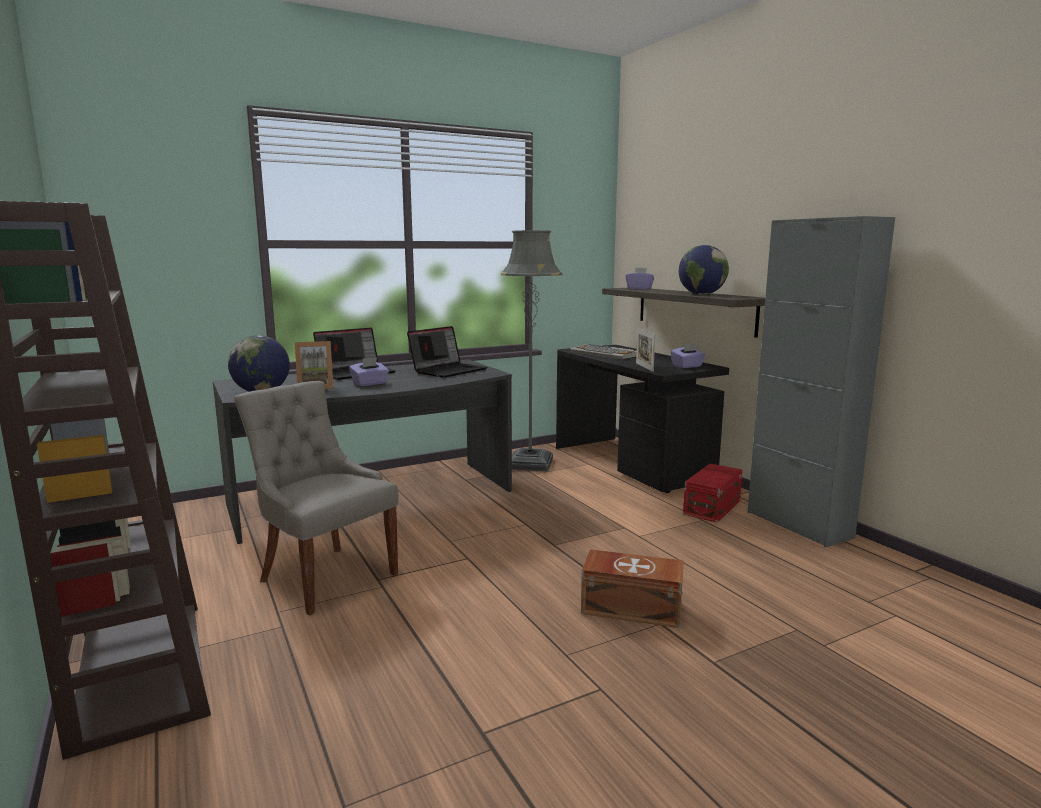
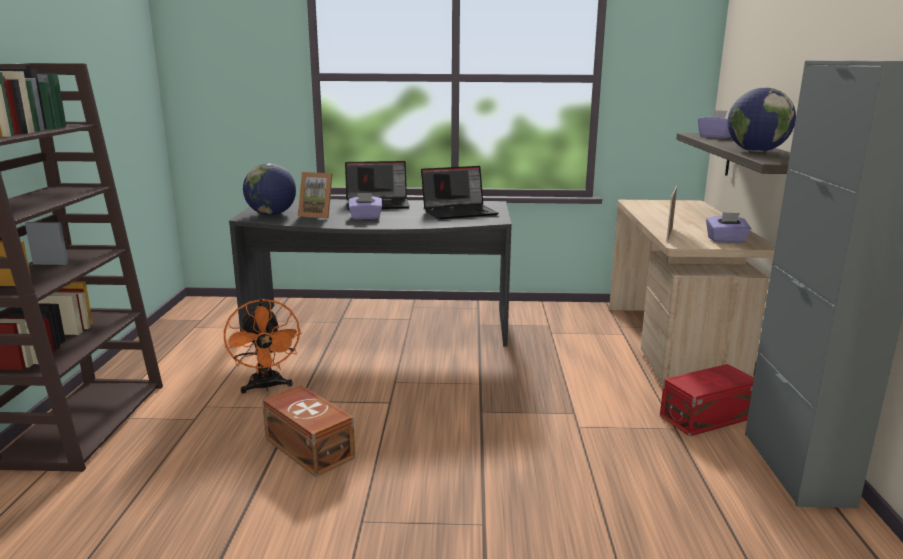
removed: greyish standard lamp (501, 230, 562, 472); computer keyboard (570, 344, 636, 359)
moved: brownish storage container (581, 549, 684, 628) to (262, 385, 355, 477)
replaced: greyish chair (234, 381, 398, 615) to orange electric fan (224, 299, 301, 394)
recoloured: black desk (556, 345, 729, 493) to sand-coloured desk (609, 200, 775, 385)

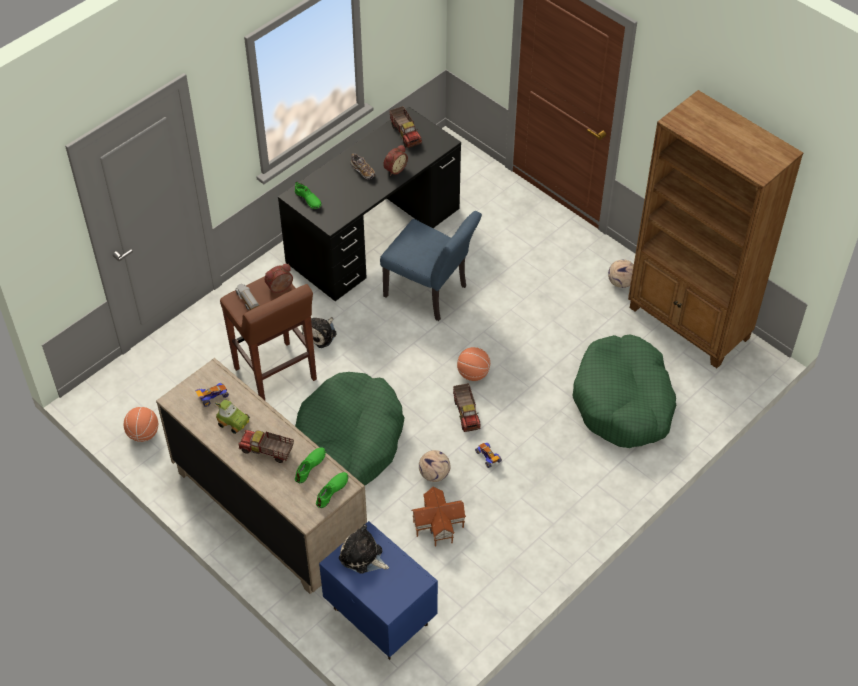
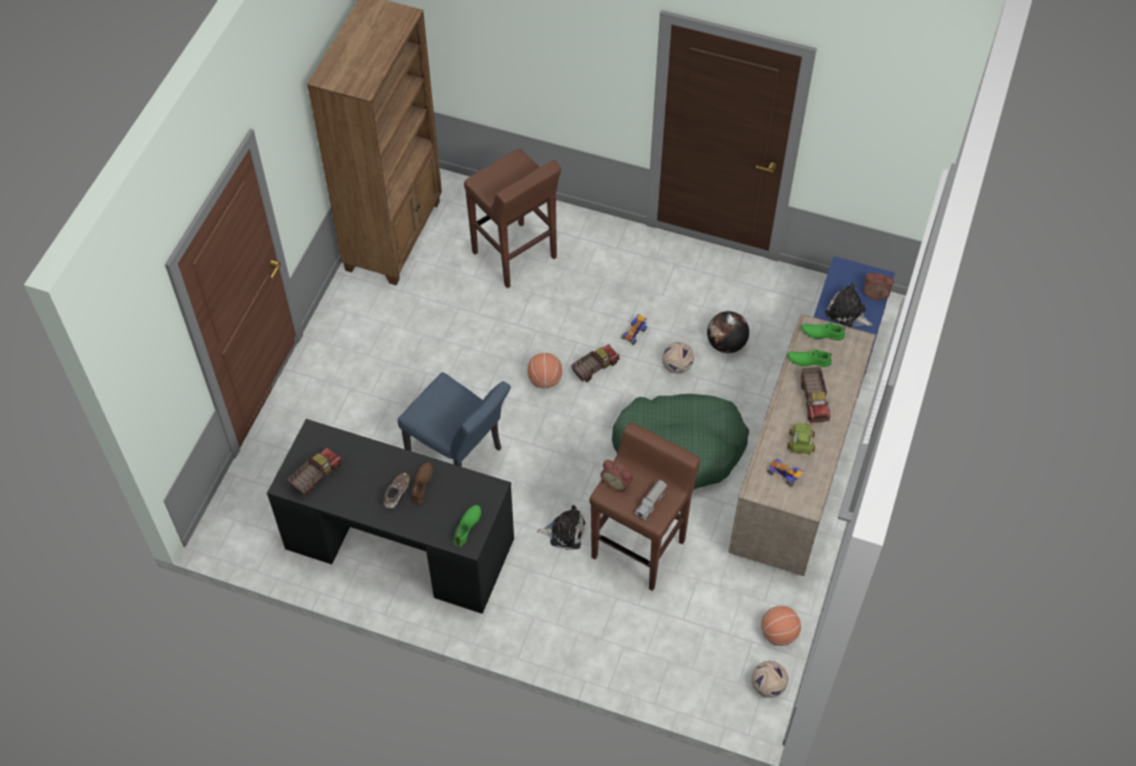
added: brownish item of footwear (411, 462, 433, 505)
moved: bedside clock (383, 145, 408, 176) to (863, 273, 894, 300); football (608, 260, 634, 288) to (752, 661, 788, 698)
replaced: miniature house (411, 487, 466, 546) to desk globe (707, 311, 749, 353); greenish dog bed (572, 334, 676, 448) to brownish sitting stool (464, 149, 561, 288)
turned: plush toy (339, 524, 389, 574) = (825, 282, 873, 327) 120 degrees clockwise; bluish chair (380, 211, 482, 321) = (398, 372, 511, 467) 120 degrees clockwise

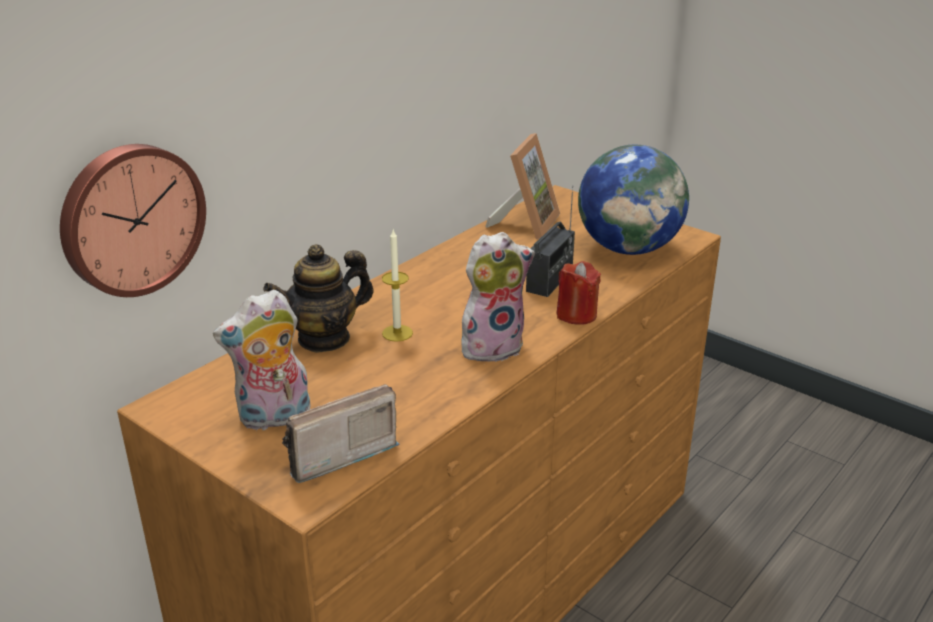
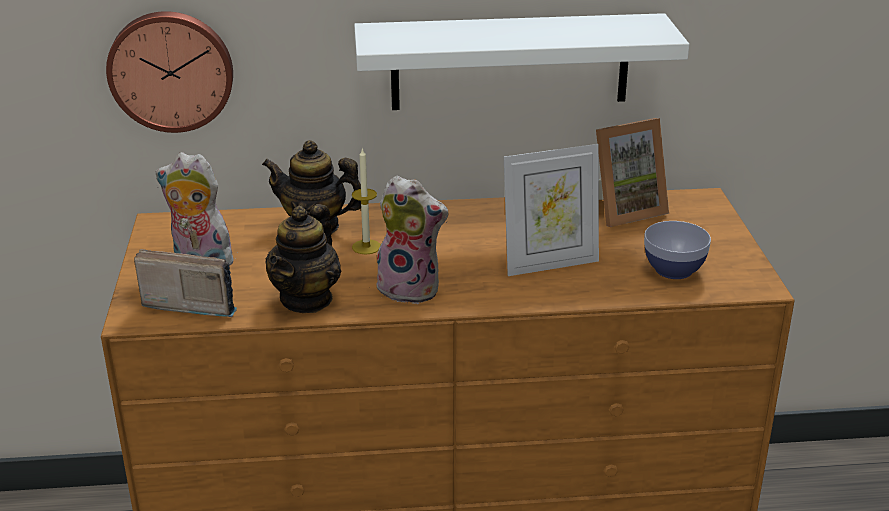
removed: reddish candle (556, 261, 601, 325)
added: teapot (265, 204, 341, 313); white bracket shelf (354, 13, 689, 110)
replaced: radio receiver (526, 185, 575, 297) to photo frame (504, 144, 599, 276); desk globe (578, 145, 689, 255) to deep dish (644, 221, 711, 279)

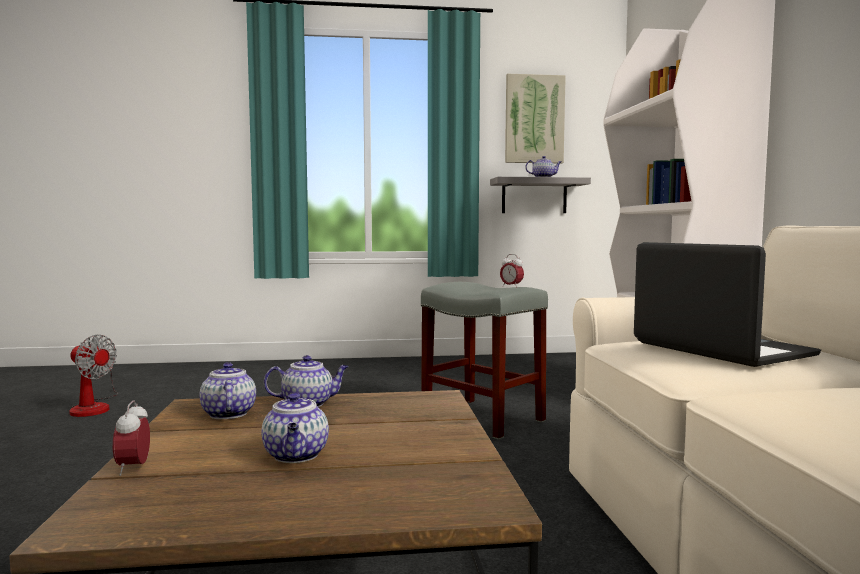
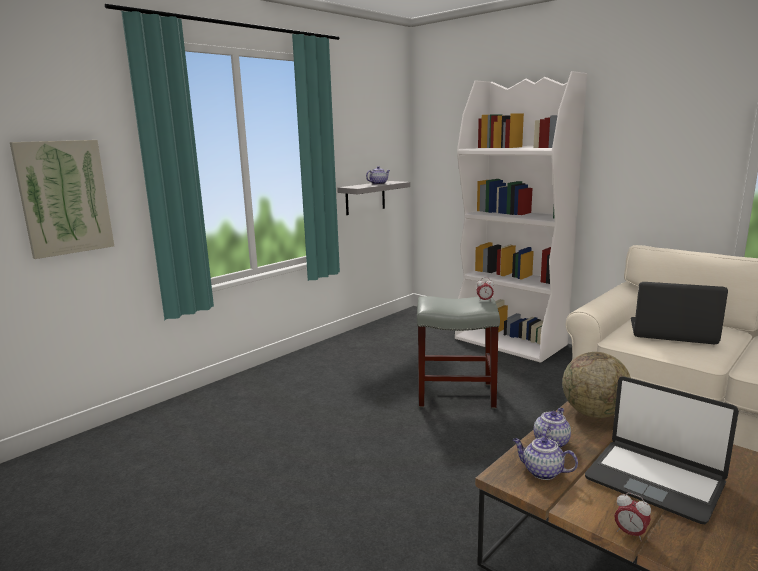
removed: electric fan (69, 335, 118, 417)
added: desk globe (562, 352, 631, 418)
moved: wall picture (505, 74, 566, 163) to (10, 140, 114, 259)
replaced: teapot (262, 393, 329, 463) to notebook computer (585, 377, 739, 524)

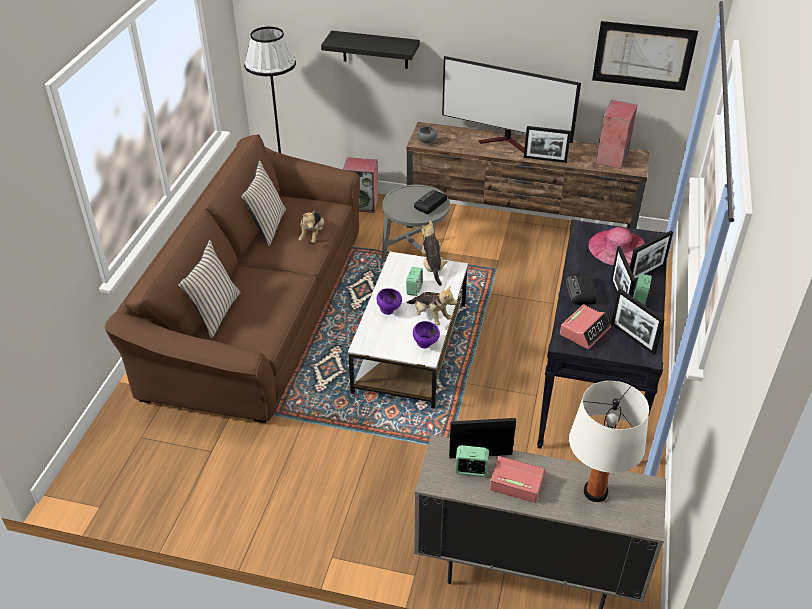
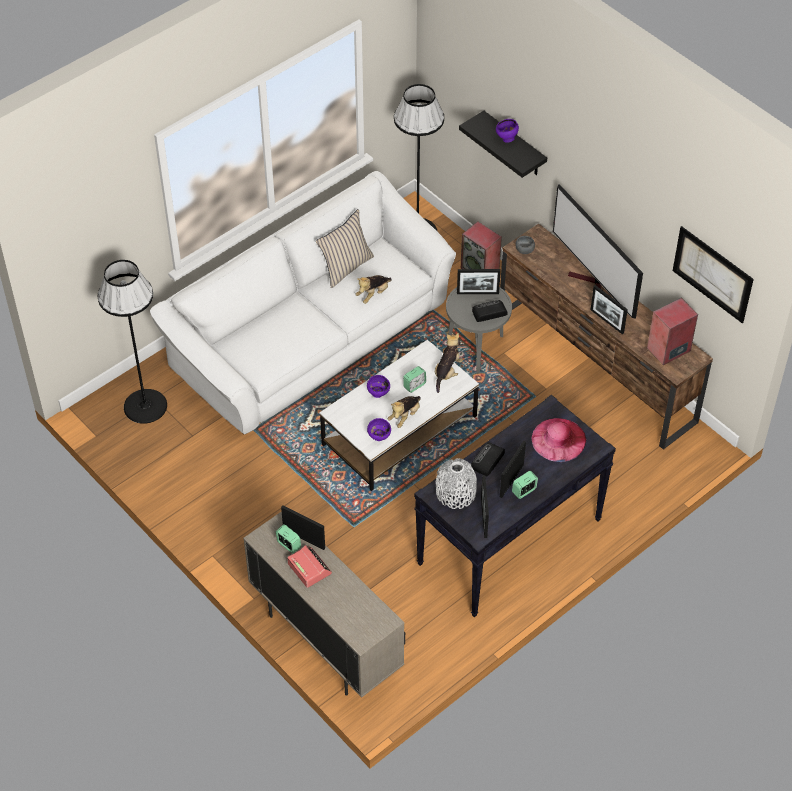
removed: sand-coloured pillow (178, 240, 241, 338); white tabletop lamp (569, 381, 649, 502)
added: black standard lamp (98, 260, 167, 424); purplish deep dish (496, 119, 519, 143)
moved: photo frame (630, 231, 673, 281) to (457, 269, 501, 294)
replaced: bedside clock (560, 304, 611, 349) to greyish vase (436, 458, 477, 509)
recoloured: brownish settee (104, 134, 360, 423) to white settee (150, 171, 456, 434)
turned: plush toy (407, 286, 457, 325) = (388, 396, 421, 428) 45 degrees clockwise

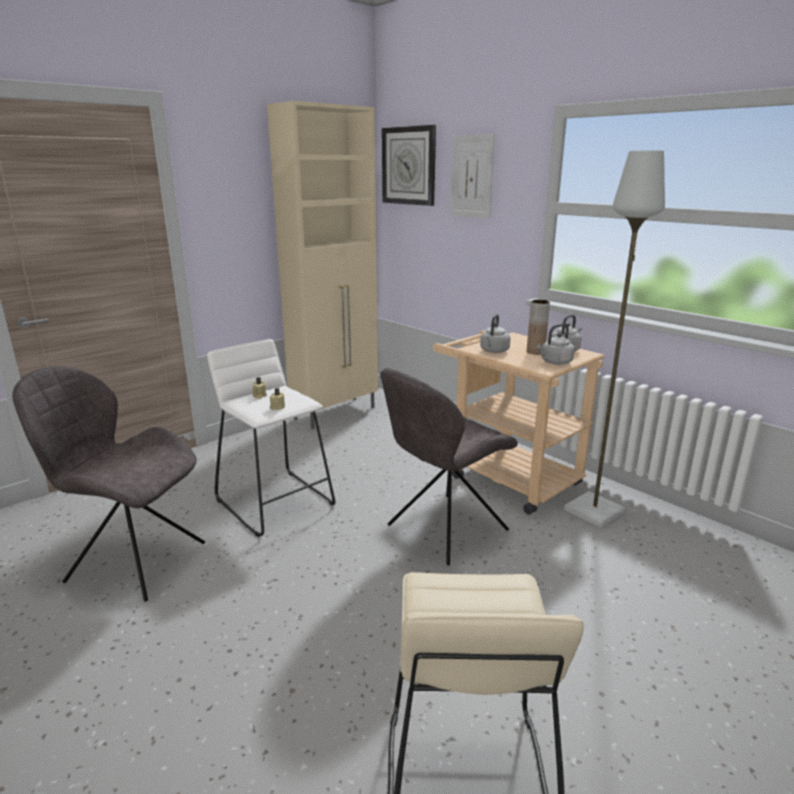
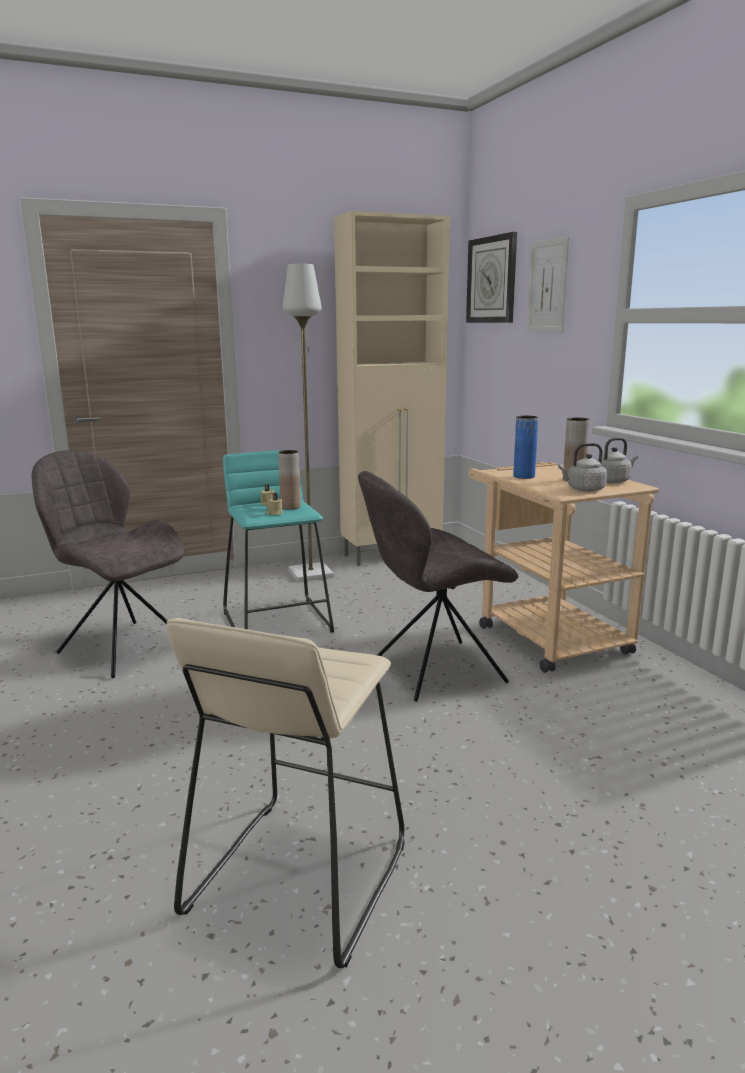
added: brownish vase (278, 450, 301, 510)
moved: greyish standard lamp (564, 150, 665, 528) to (283, 264, 334, 582)
replaced: greyish kettle (480, 314, 510, 353) to bluish vase (513, 416, 538, 479)
recoloured: white sitting stool (207, 339, 335, 537) to turquoise sitting stool (223, 450, 334, 633)

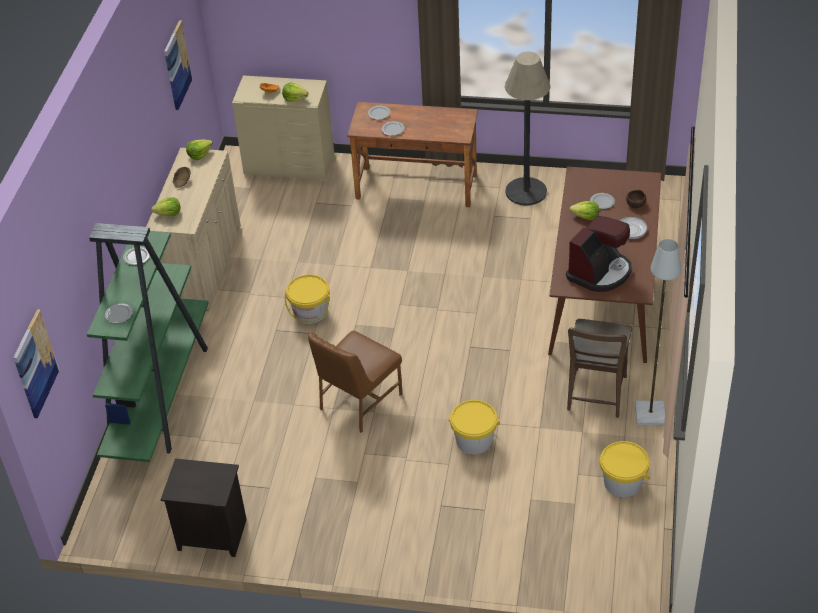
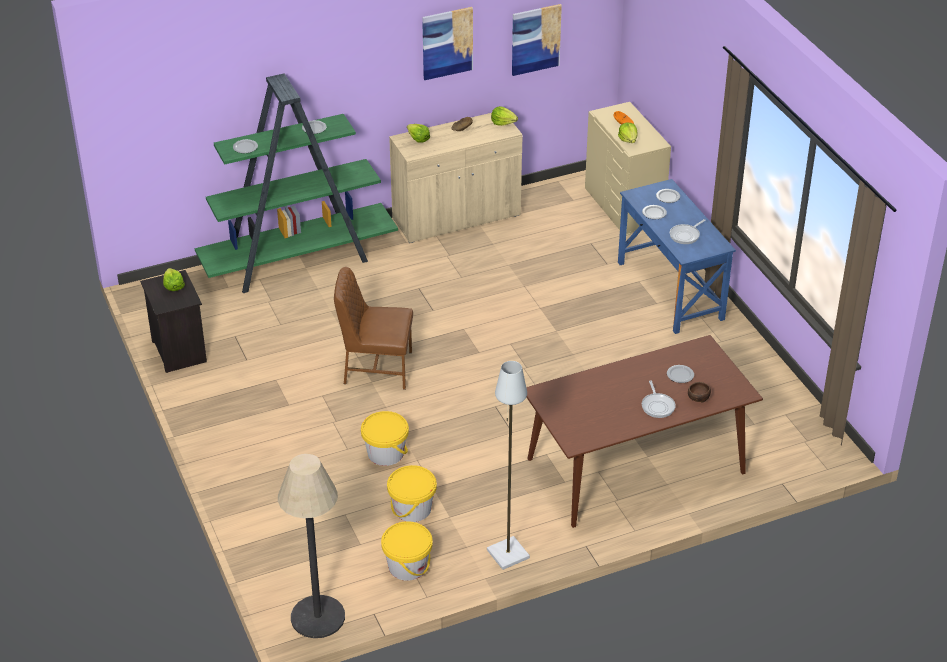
removed: coffee maker (566, 216, 632, 292); brownish chair (567, 319, 632, 418)
added: frying pan (670, 219, 706, 244)
moved: wall picture (13, 309, 59, 418) to (422, 7, 473, 80); yellow pail (285, 274, 330, 324) to (387, 465, 437, 522); standard lamp (505, 52, 551, 206) to (278, 454, 345, 638); lettuce (570, 201, 599, 220) to (163, 268, 185, 291)
recoloured: brownish desk (347, 102, 478, 207) to bluish desk (618, 179, 736, 334)

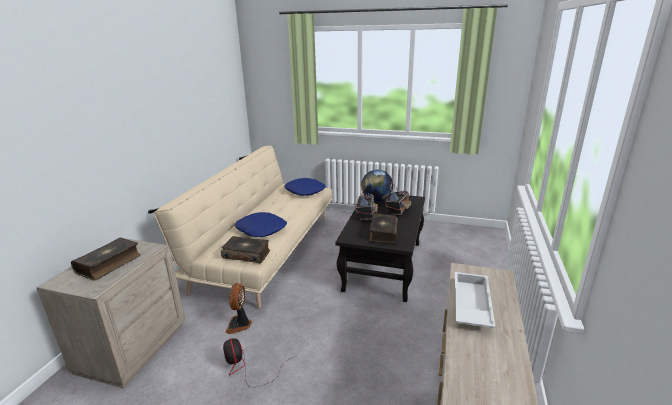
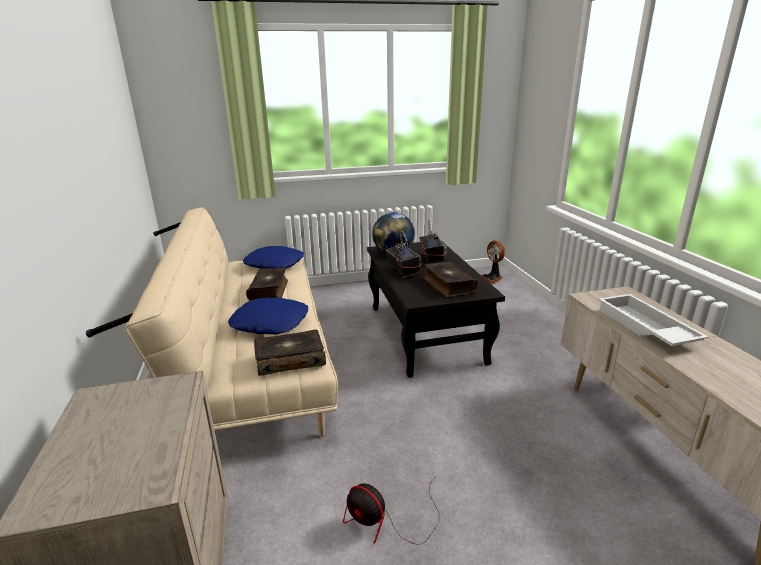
moved: volume (71, 237, 141, 280) to (246, 267, 288, 301); electric fan (226, 283, 252, 334) to (481, 241, 505, 283)

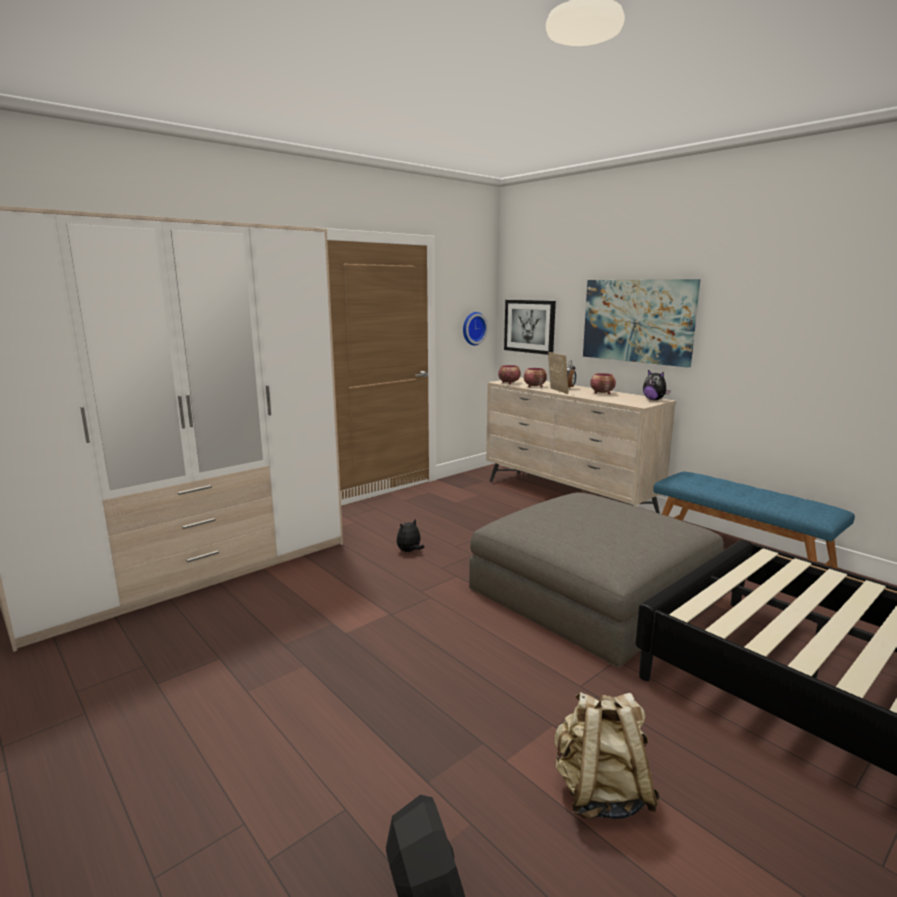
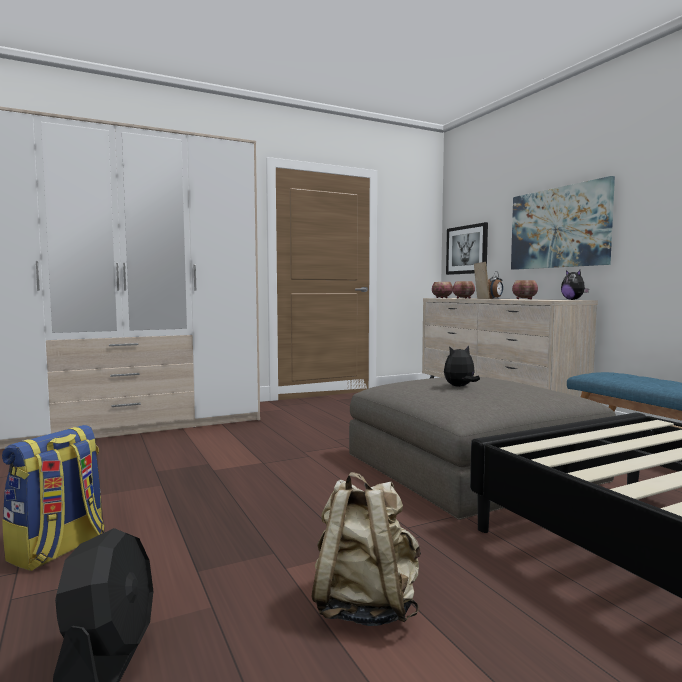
removed: hanging clock (463, 312, 488, 345)
added: backpack (2, 425, 105, 571)
moved: plush toy (397, 519, 424, 552) to (444, 346, 480, 387)

